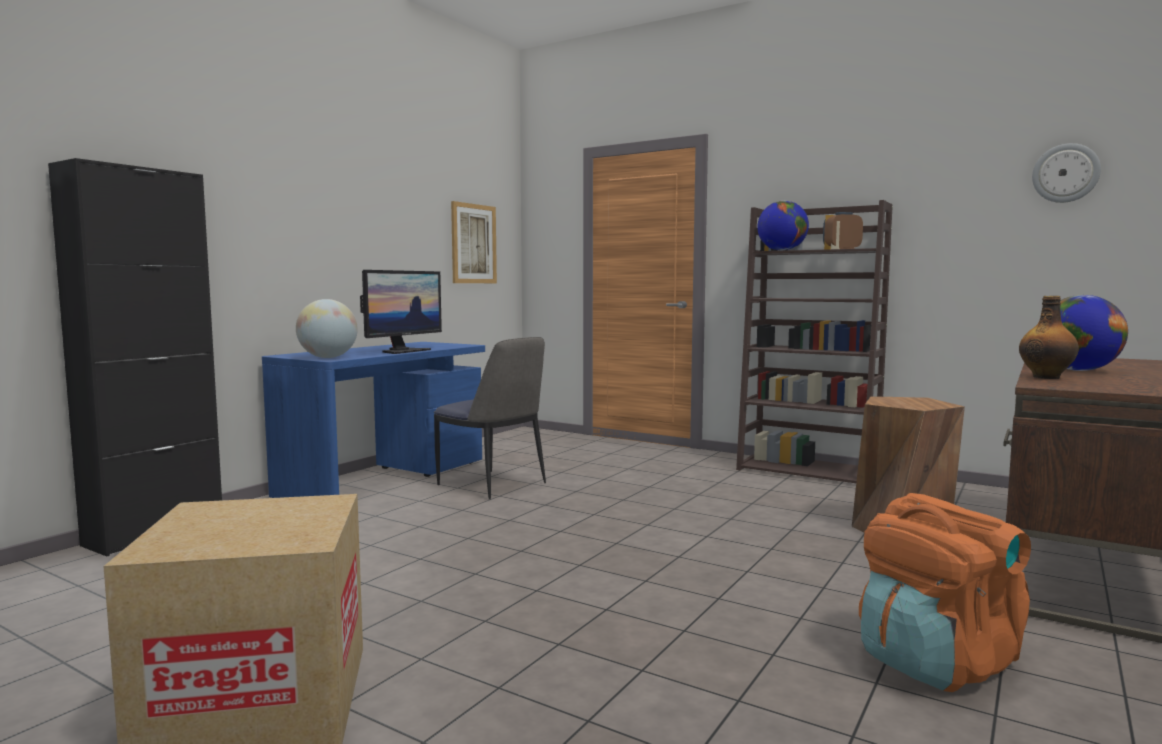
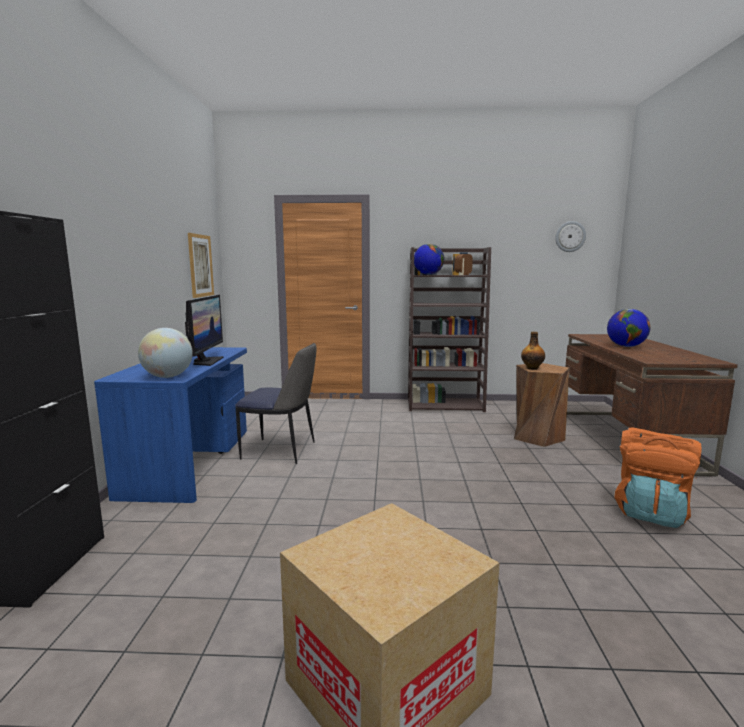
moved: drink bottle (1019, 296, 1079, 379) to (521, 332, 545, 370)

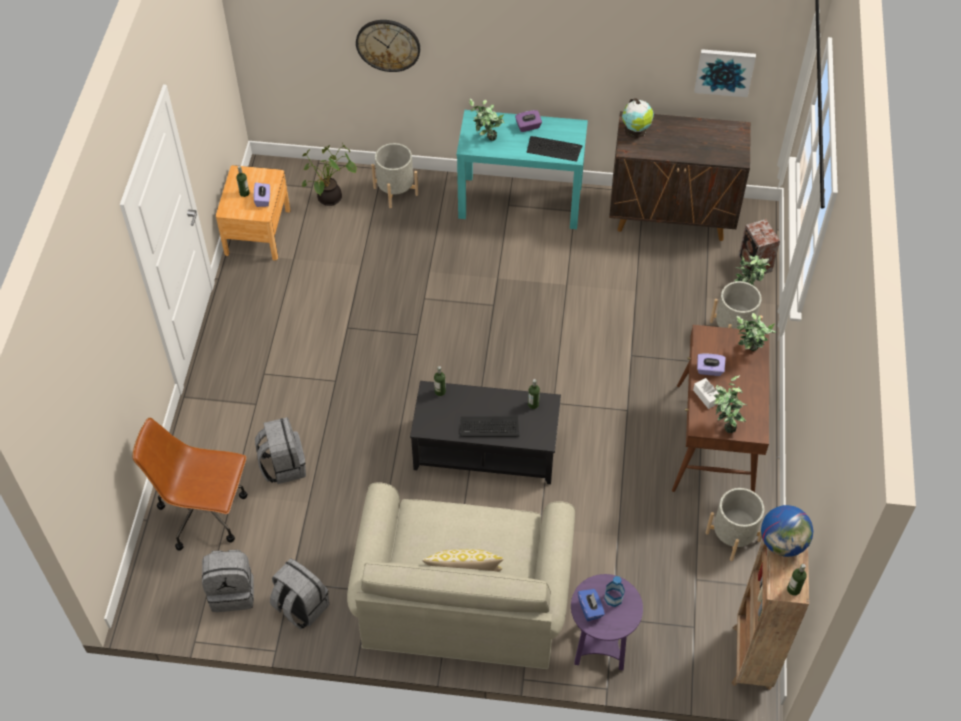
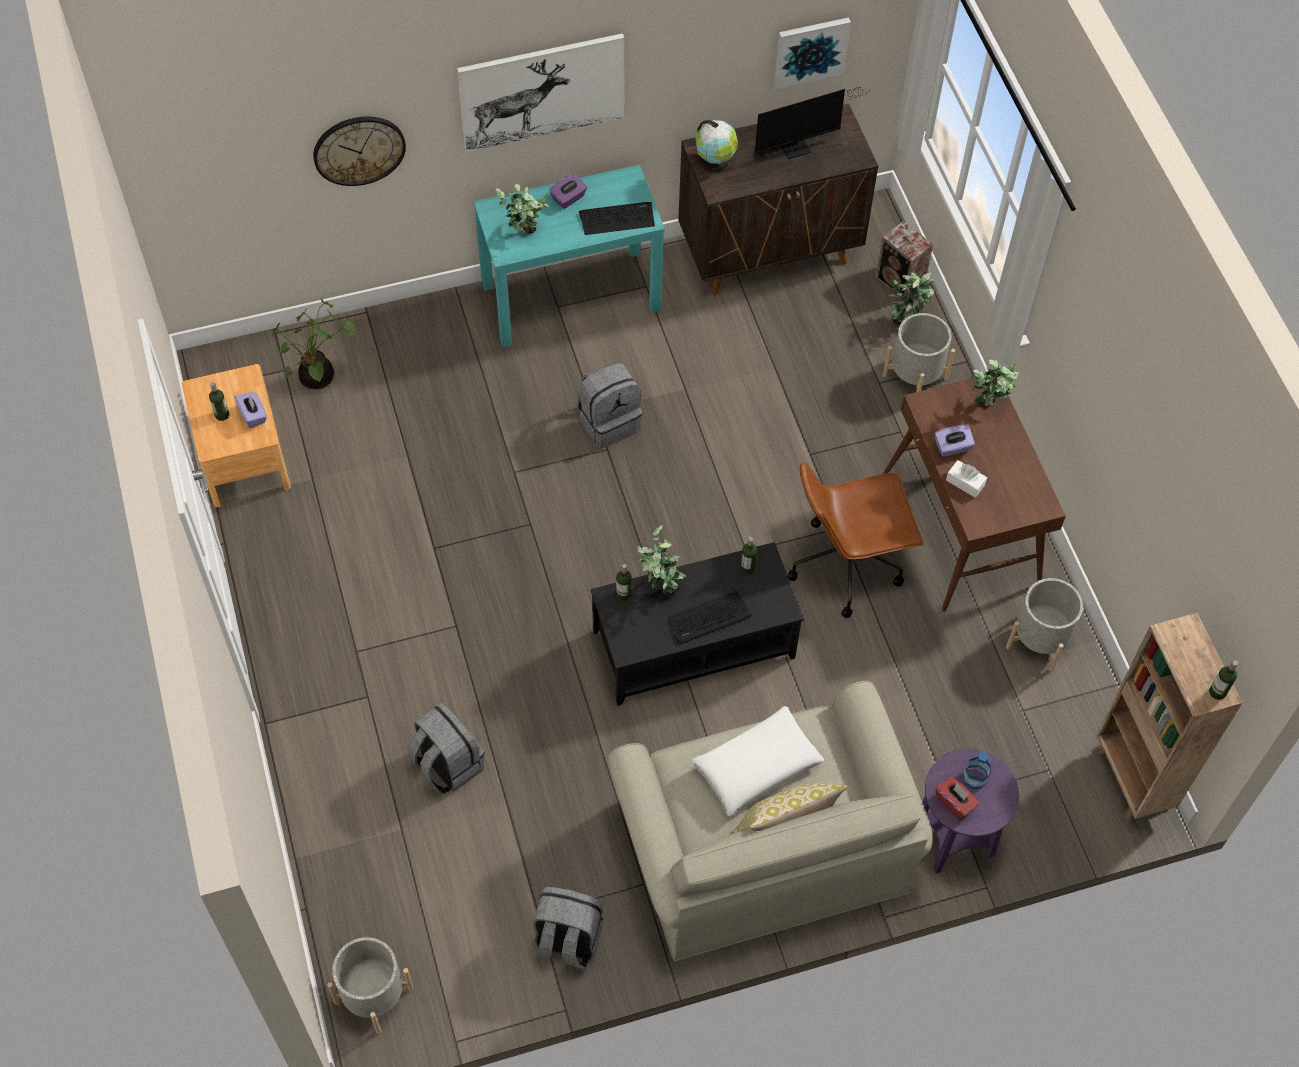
removed: desk globe (761, 505, 813, 557)
added: wall picture (457, 33, 624, 152); white pillow (691, 706, 824, 816); computer display (755, 87, 867, 159)
moved: brownish desk chair (133, 418, 247, 551) to (787, 461, 924, 618); greyish backpack (202, 550, 254, 612) to (577, 363, 642, 449); greyish plant pot (371, 143, 418, 208) to (327, 937, 413, 1034); potted plant (713, 375, 747, 433) to (637, 525, 686, 597)
recoloured: bluish tissue holder (578, 589, 605, 621) to reddish tissue holder (936, 777, 979, 820)

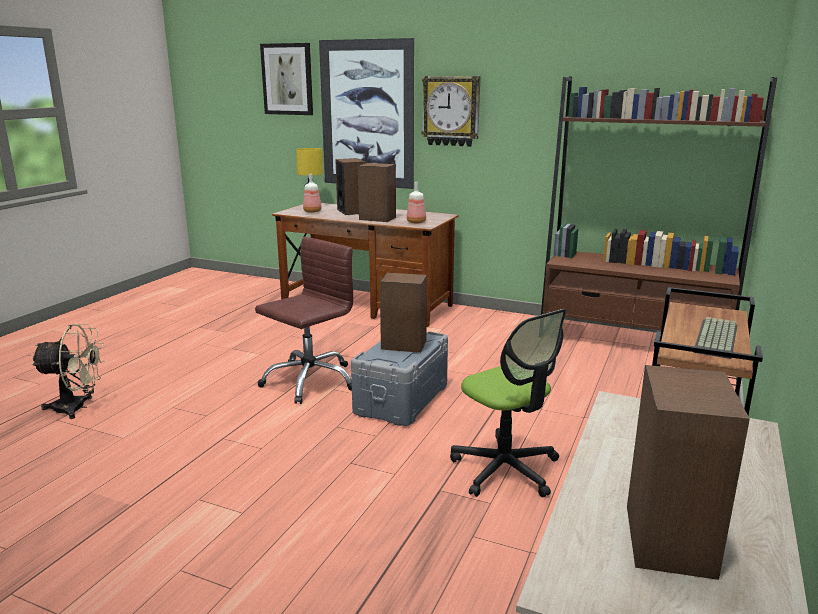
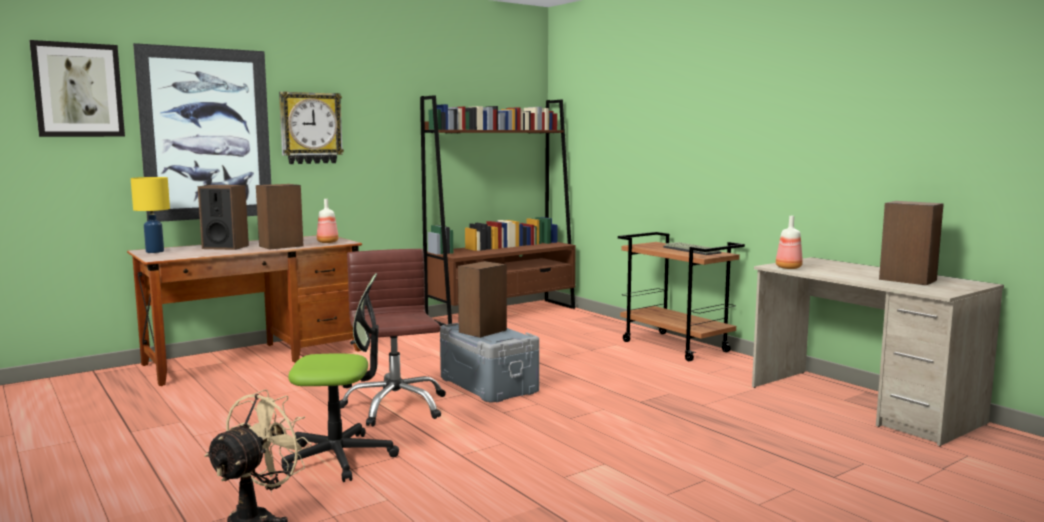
moved: drink bottle (303, 174, 322, 213) to (776, 216, 803, 269); desk chair (450, 309, 567, 497) to (281, 273, 399, 482)

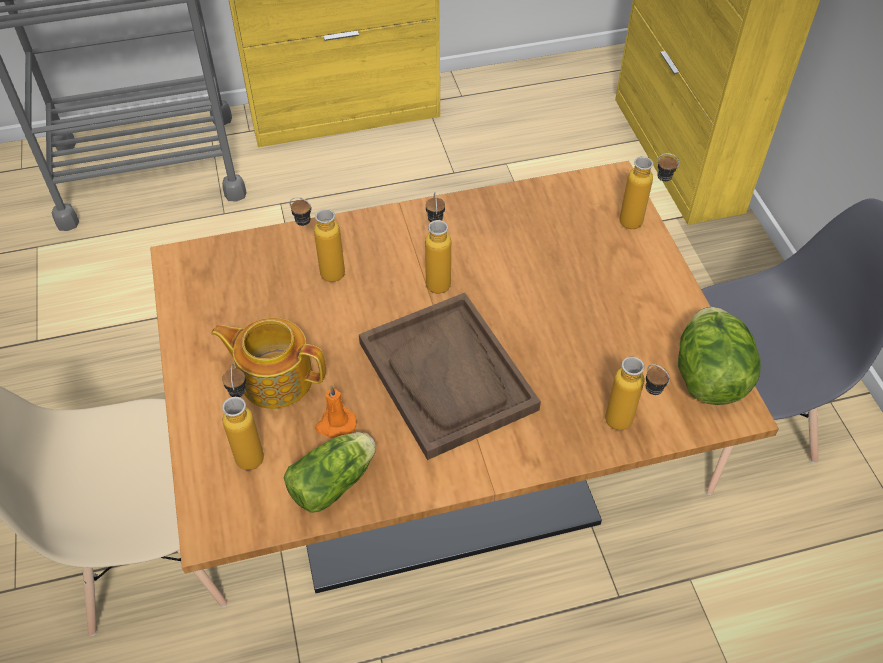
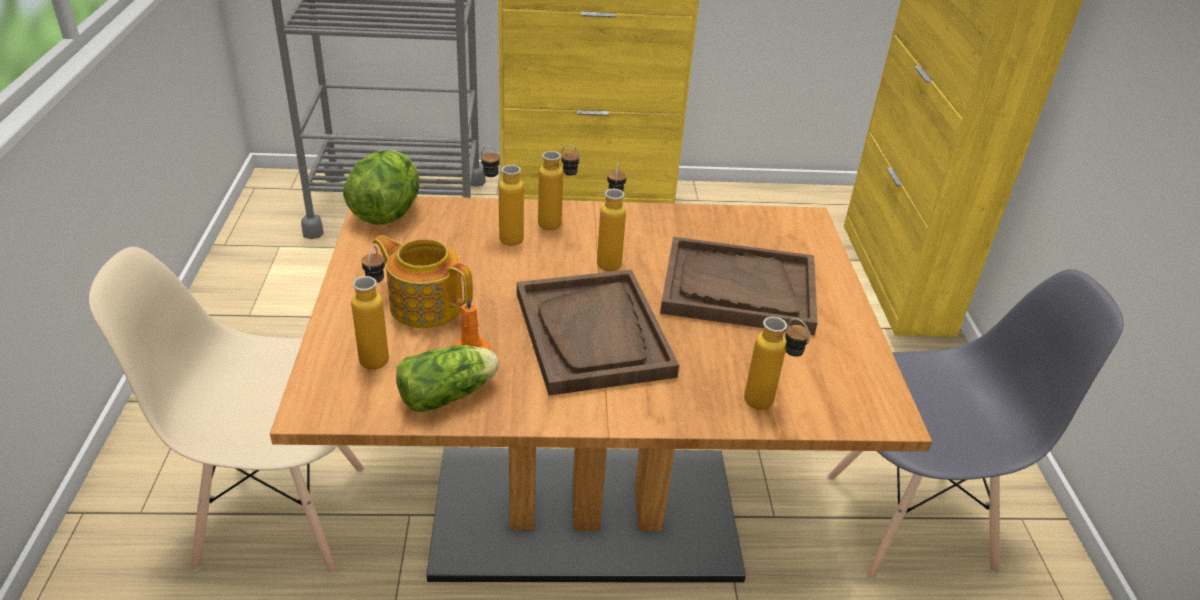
added: brownish tray (660, 237, 818, 335)
moved: drink bottle (619, 153, 680, 229) to (538, 145, 580, 230); lettuce (678, 307, 761, 405) to (343, 150, 420, 224)

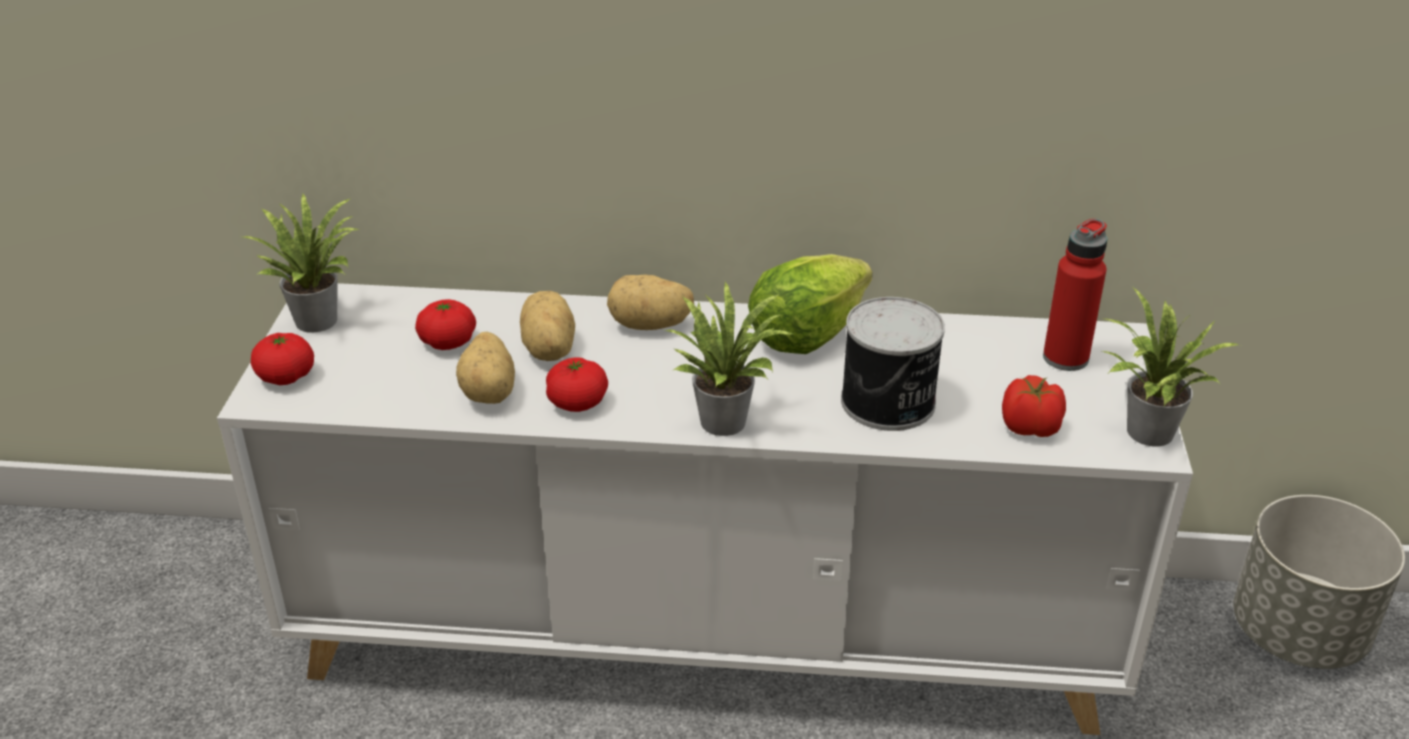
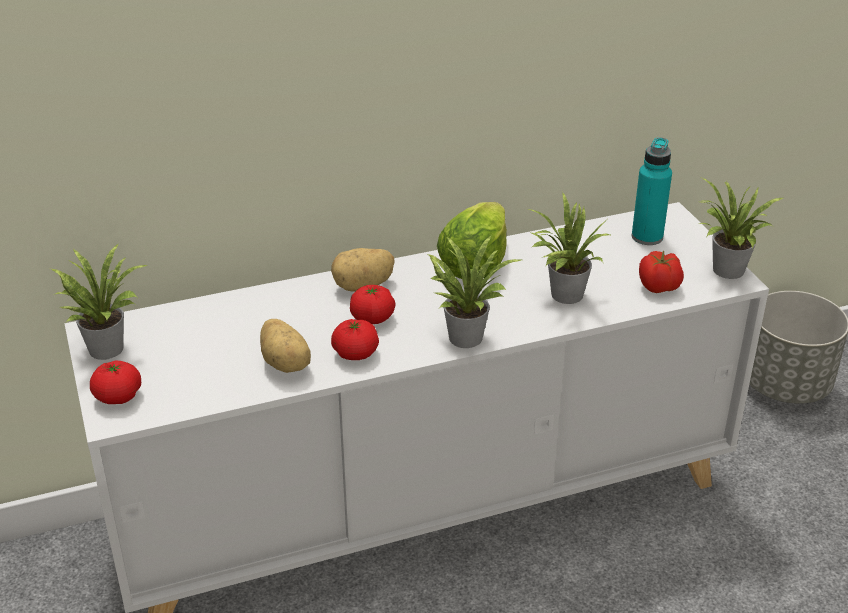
removed: whole potato (520, 291, 575, 361)
moved: tomato (415, 299, 476, 350) to (350, 285, 395, 324)
replaced: metal can (841, 297, 945, 431) to potted plant (528, 192, 610, 304)
recoloured: reddish drink bottle (1043, 219, 1107, 371) to turquoise drink bottle (632, 137, 672, 245)

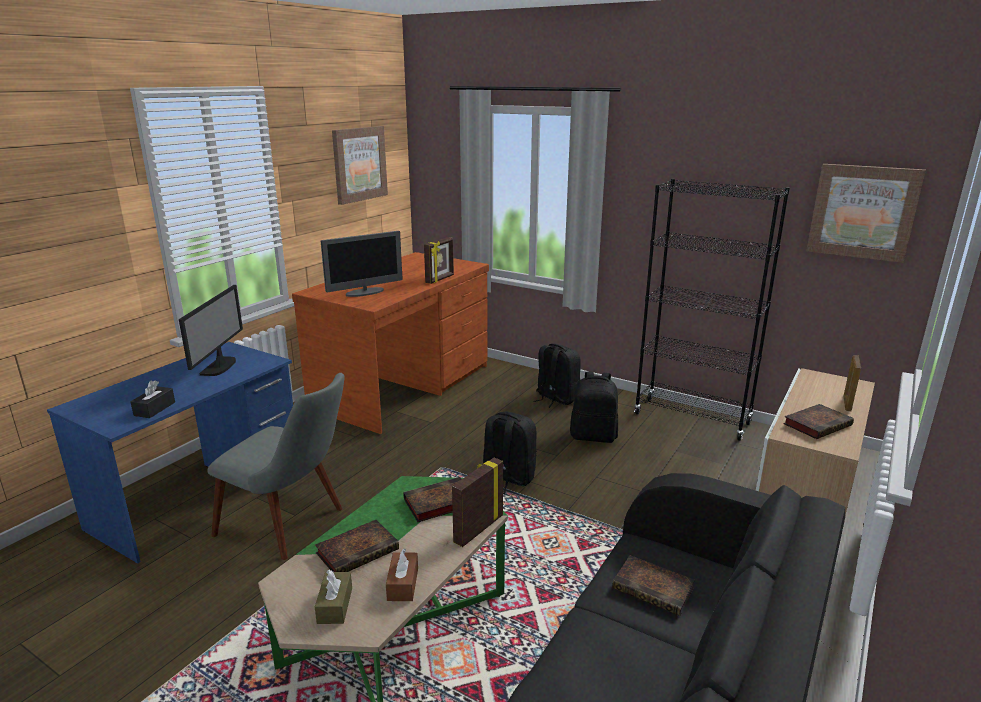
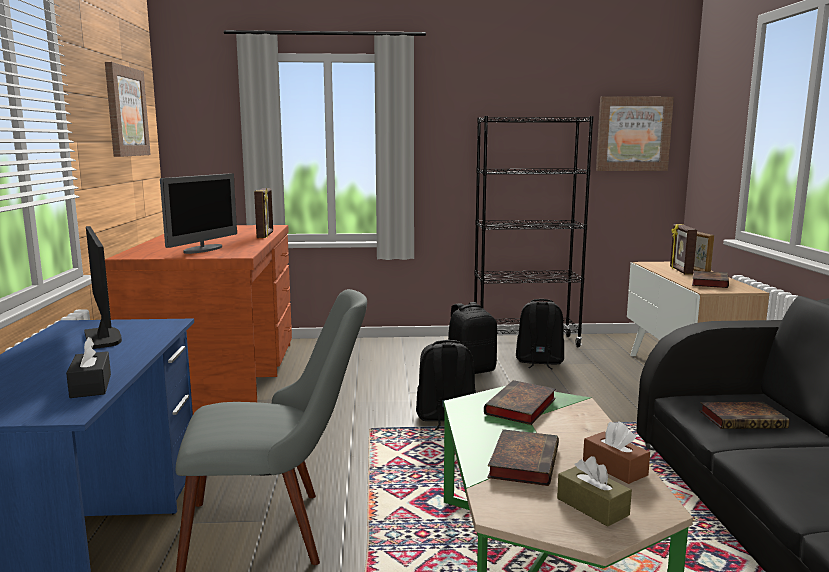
moved: photo frame (452, 457, 503, 547) to (670, 224, 697, 275); black backpack (533, 344, 581, 408) to (516, 299, 564, 369)

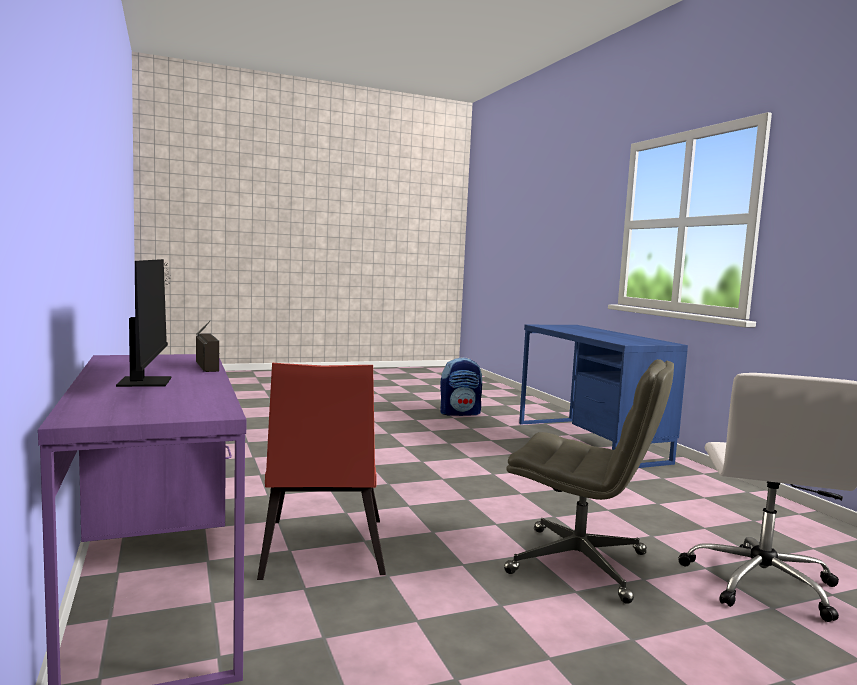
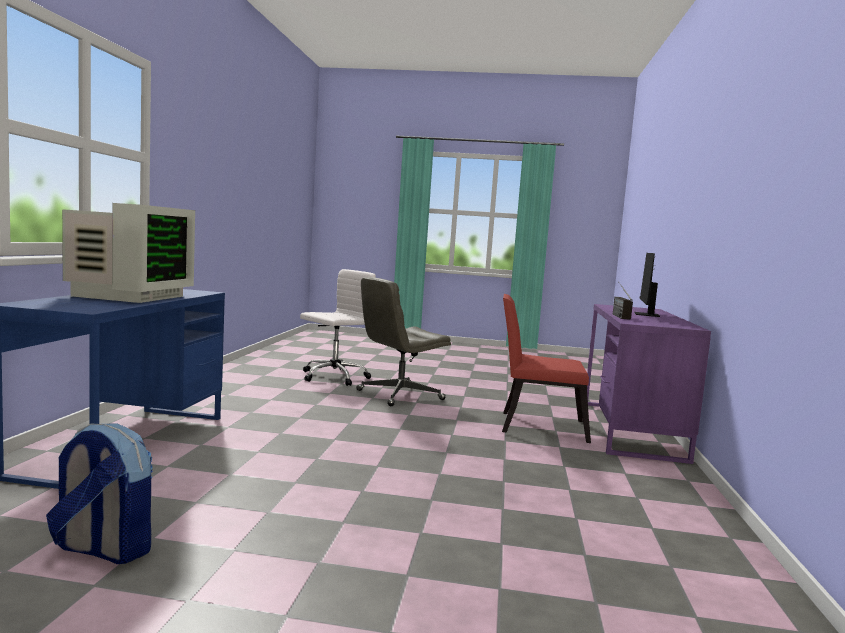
added: computer display (62, 203, 195, 303)
turned: reddish chair (257, 363, 386, 580) = (502, 294, 591, 443) 105 degrees counterclockwise; greyish desk chair (504, 359, 674, 604) = (356, 277, 451, 406) 90 degrees counterclockwise

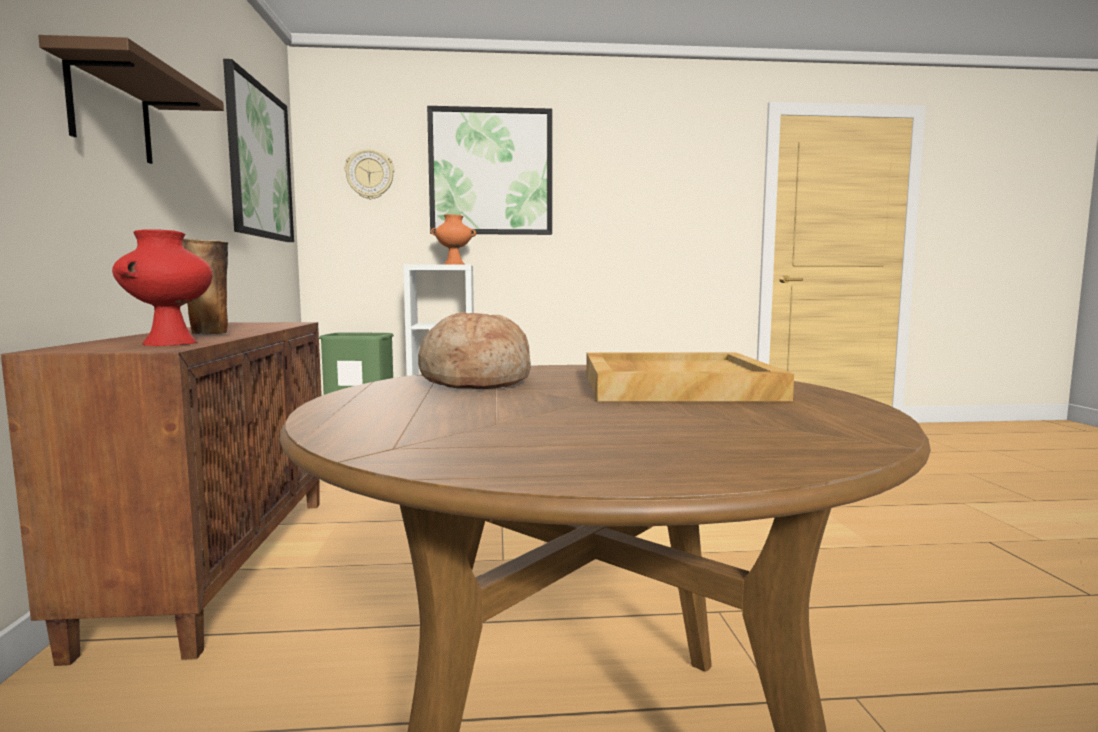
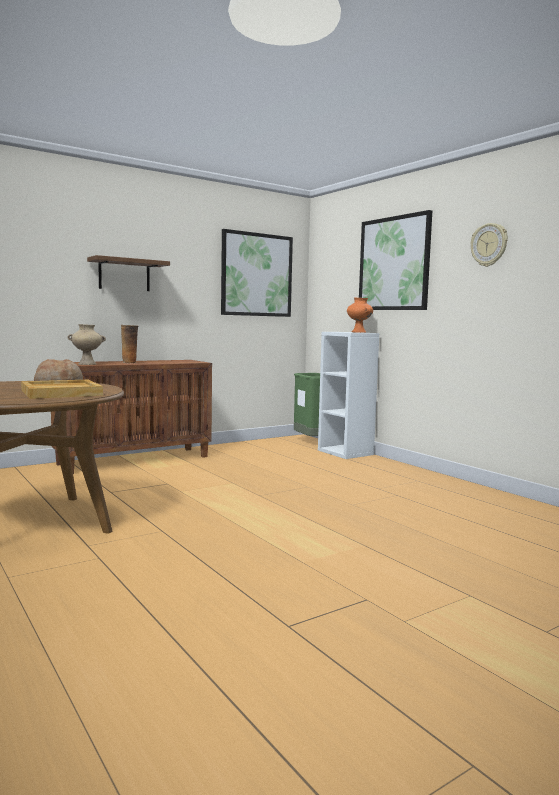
moved: hanging clock (345, 149, 394, 199) to (471, 223, 508, 267)
recoloured: reddish vase (112, 229, 213, 346) to sand-coloured vase (67, 324, 106, 365)

